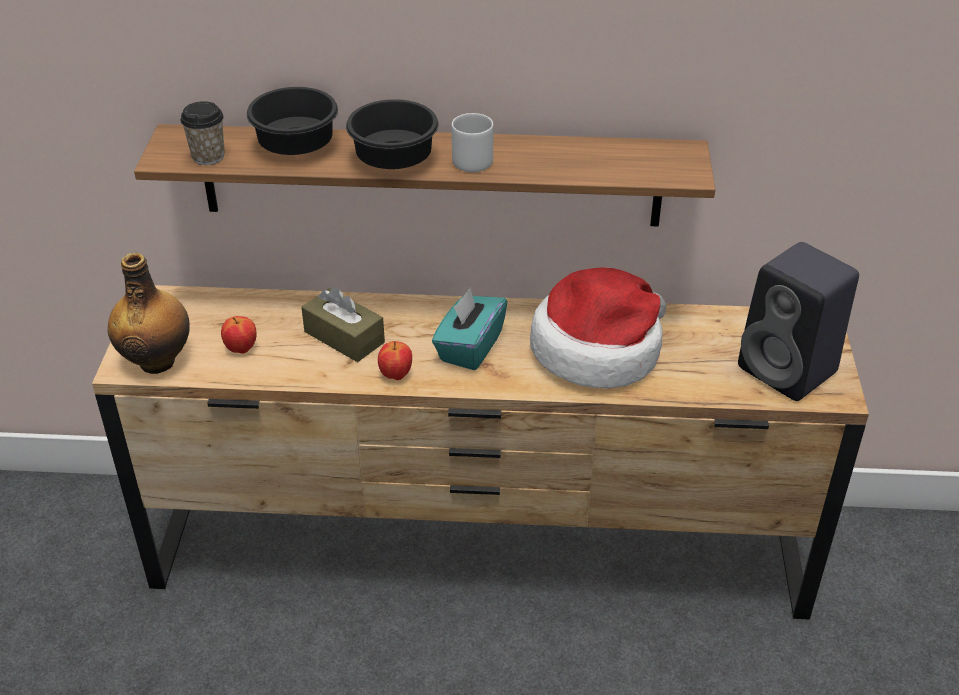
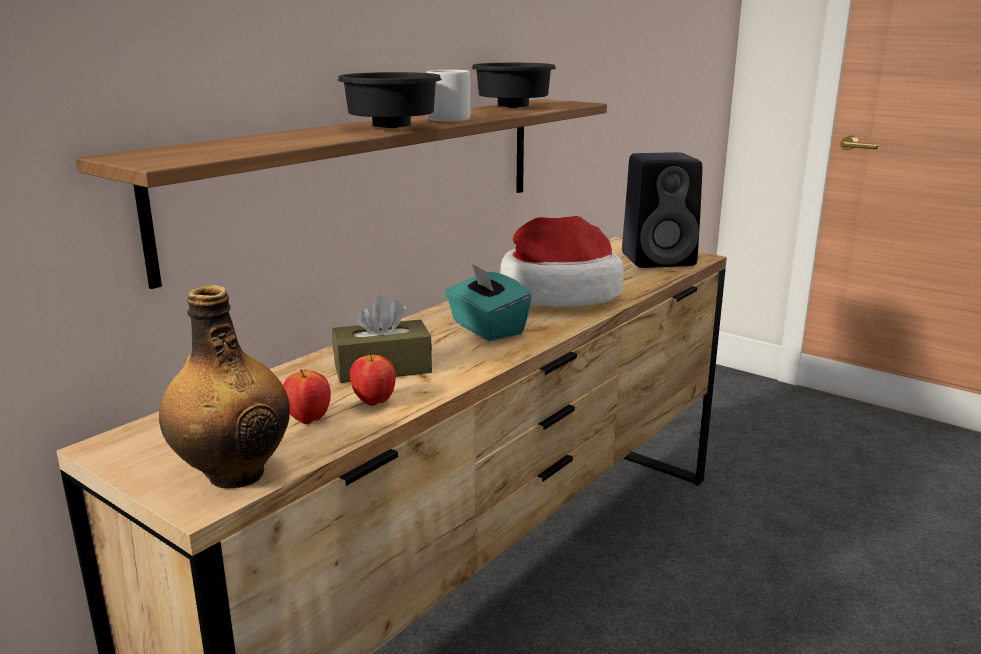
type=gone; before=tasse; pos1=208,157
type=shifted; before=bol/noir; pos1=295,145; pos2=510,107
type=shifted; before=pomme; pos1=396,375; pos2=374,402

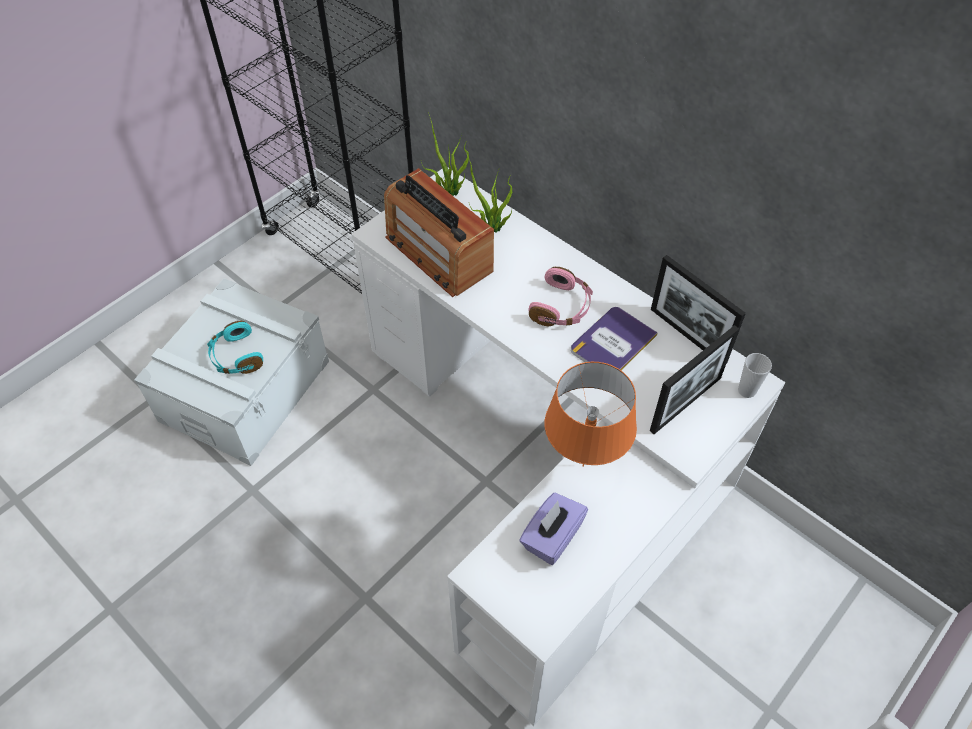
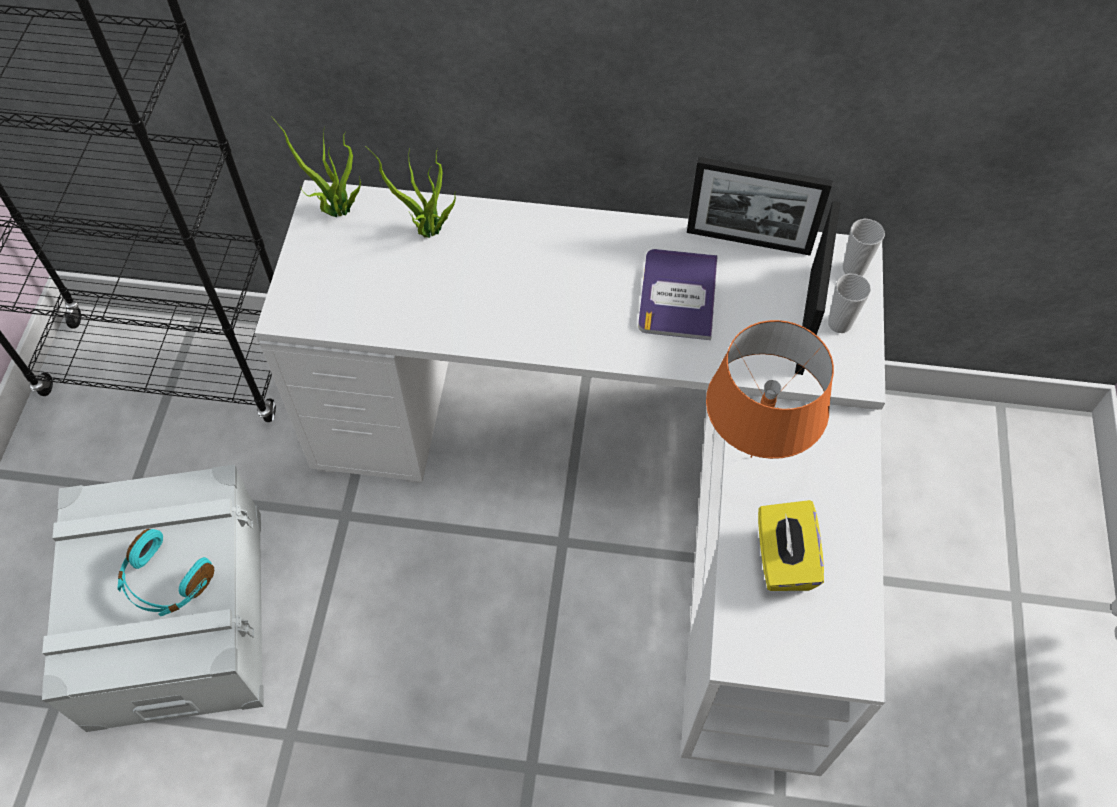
type=gone; before=radio; pos1=438,253
type=gone; before=casque audio/rose; pos1=561,307
type=new; after=tasse; pos2=839,323
type=repainted; before=boîte à mouchoirs/violet; after=boîte à mouchoirs/jaune; pos1=551,537; pos2=783,559

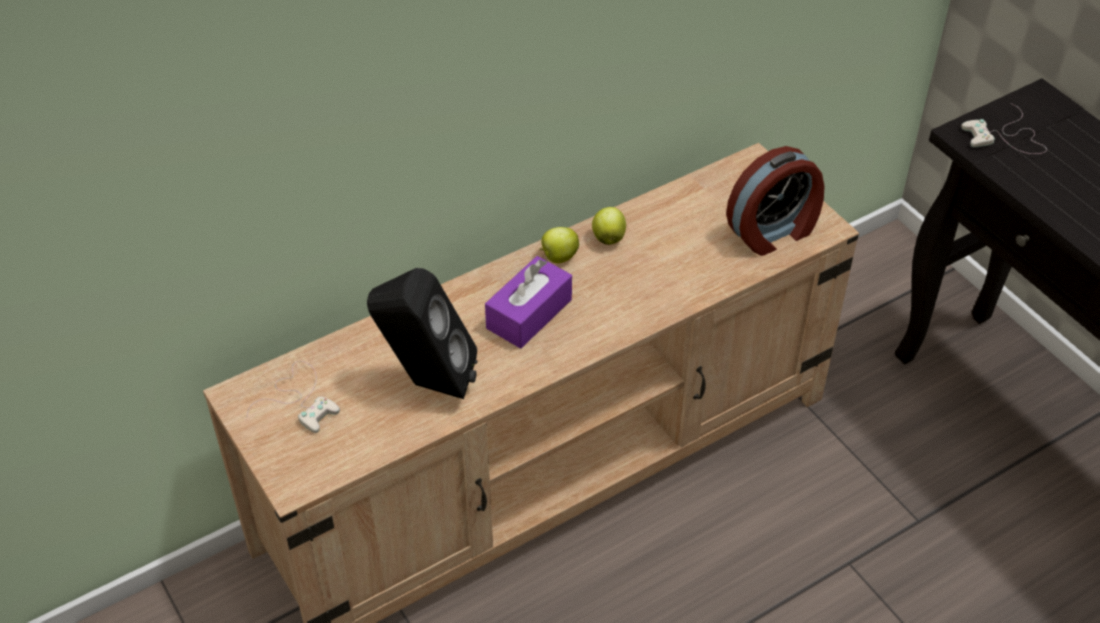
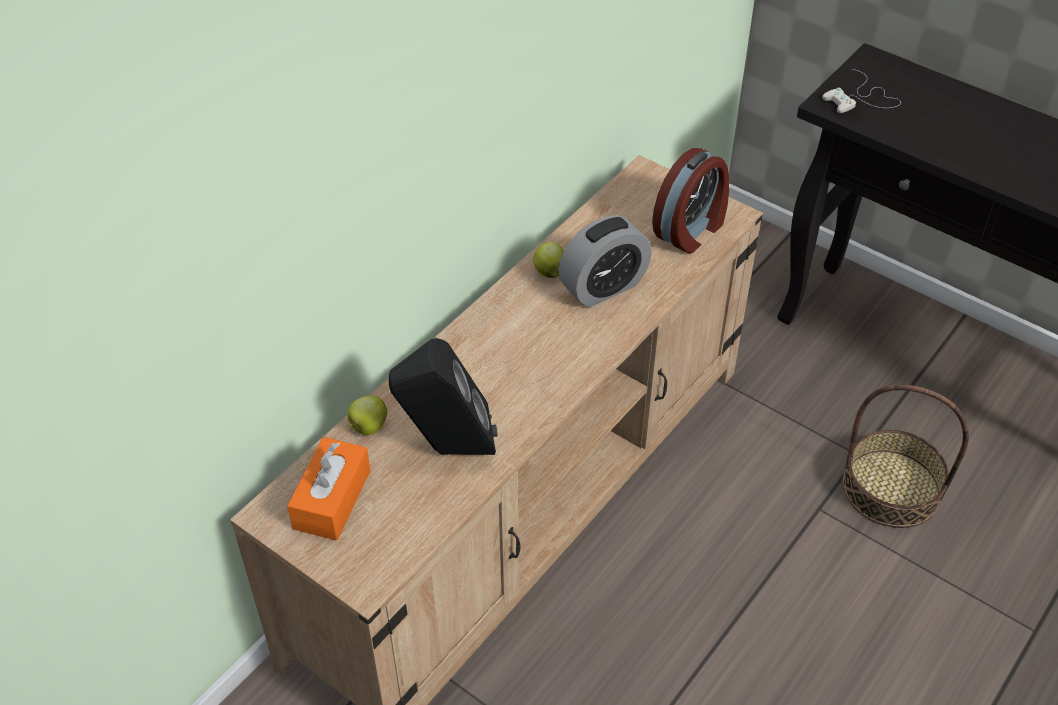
type=gone; before=boîte à mouchoirs/violet; pos1=529,314
type=new; after=réveil; pos2=603,287
type=new; after=panier; pos2=891,488
type=shifted; before=pomme; pos1=558,257; pos2=367,427
type=swapped; before=manette/blanc; after=boîte à mouchoirs/orange; pos1=300,398; pos2=332,499

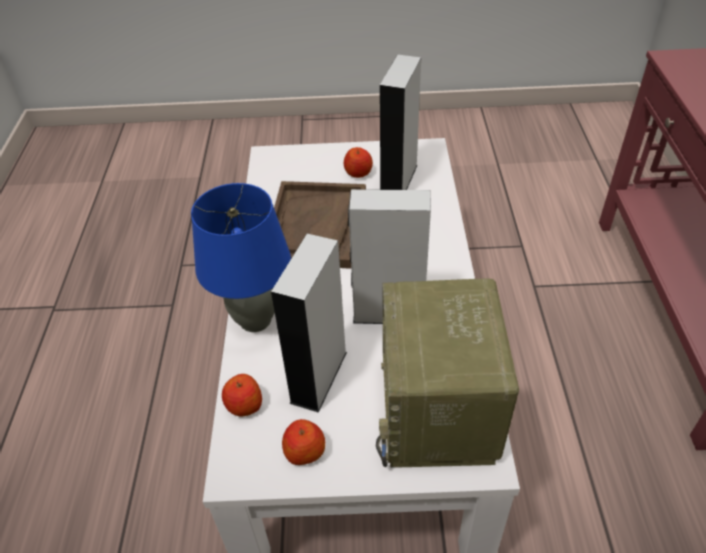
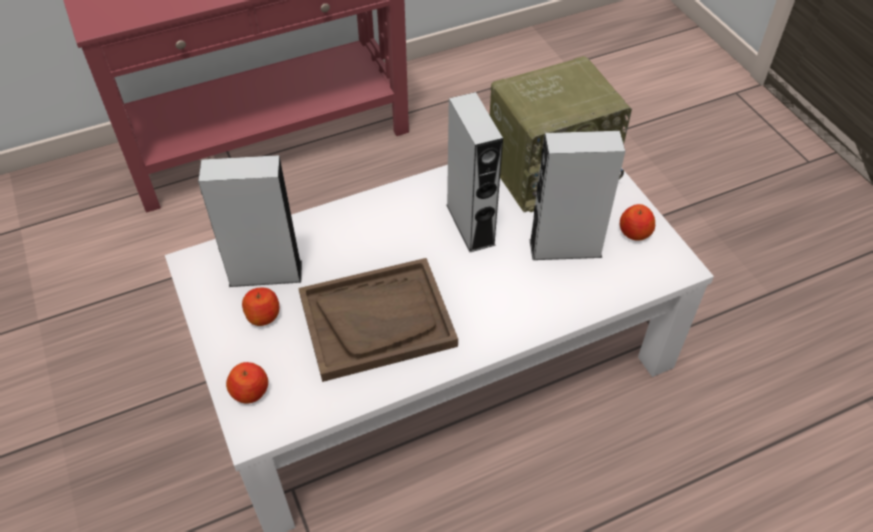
type=gone; before=lampe de table/bleu; pos1=256,320
type=shifted; before=pomme; pos1=244,405; pos2=250,391

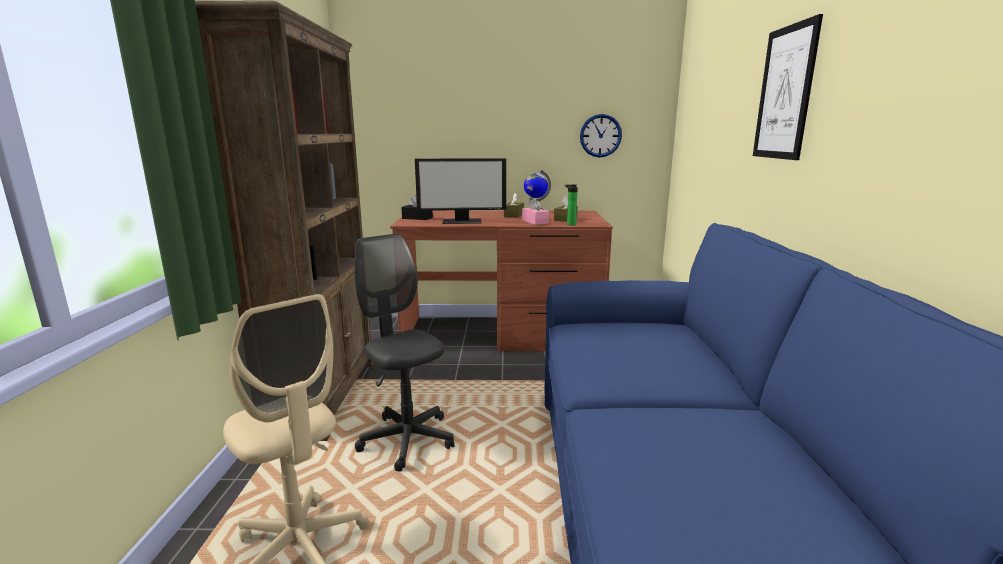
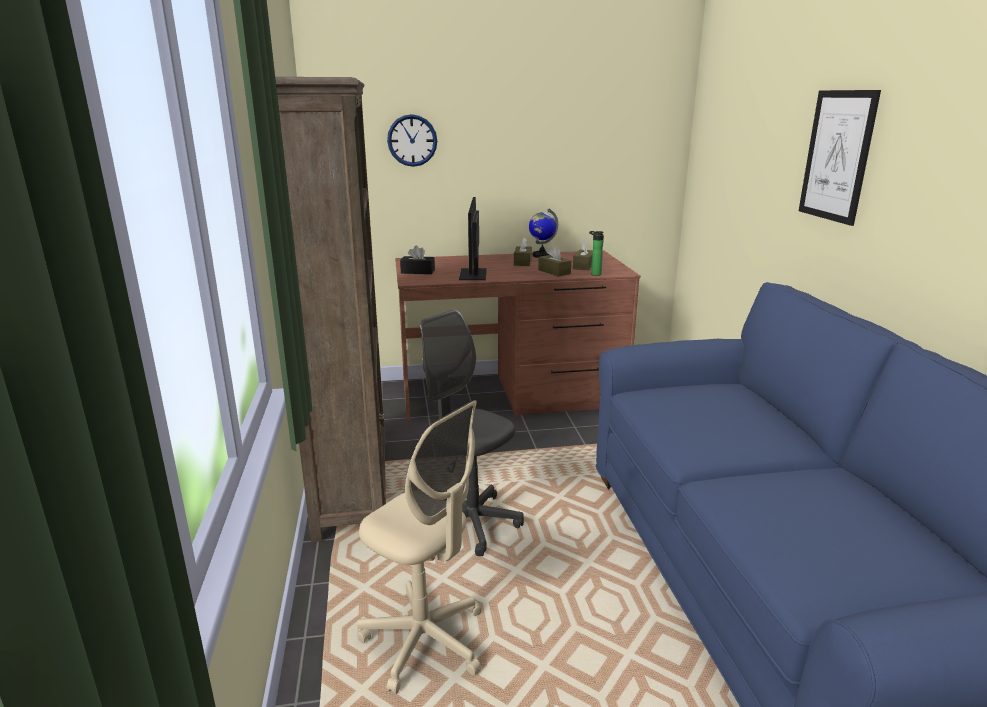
type=shifted; before=horloge murale; pos1=600,135; pos2=412,140
type=repainted; before=boîte à mouchoirs/rose; after=boîte à mouchoirs/marron; pos1=535,222; pos2=554,272
type=rotated; before=écran d'ordinateur; pos1=462,221; pos2=474,274; turn=105

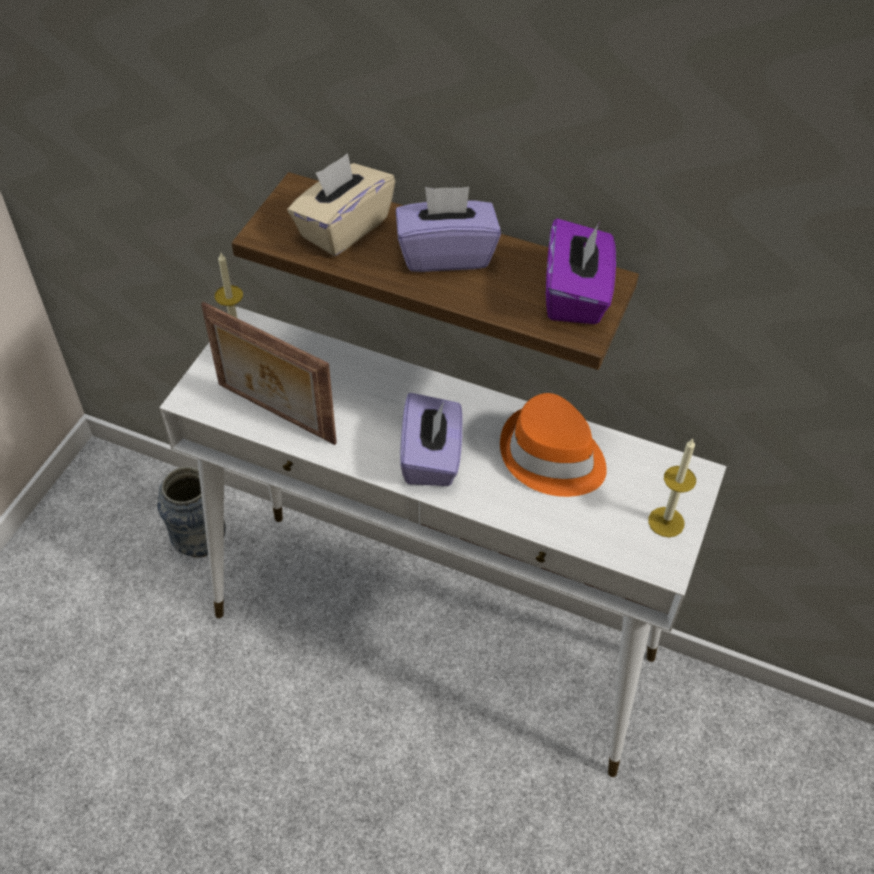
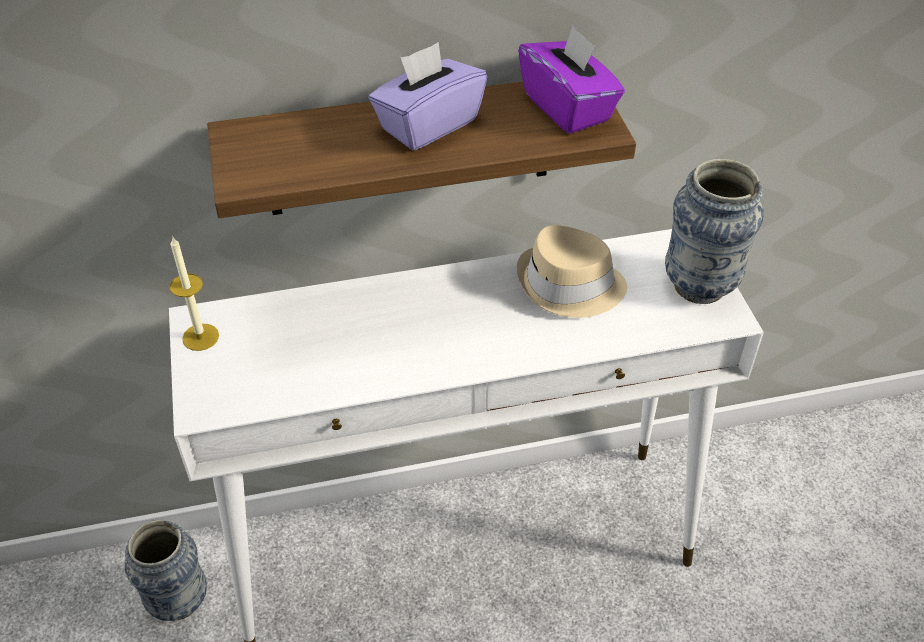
type=gone; before=cadre photo; pos1=274,415
type=gone; before=boîte à mouchoirs/beige; pos1=343,228
type=gone; before=boîte à mouchoirs/violet; pos1=431,458
type=swapped; before=bougie; after=vase; pos1=666,522; pos2=699,287
type=repainted; before=chapeau/orange; after=chapeau/beige; pos1=551,457; pos2=570,286

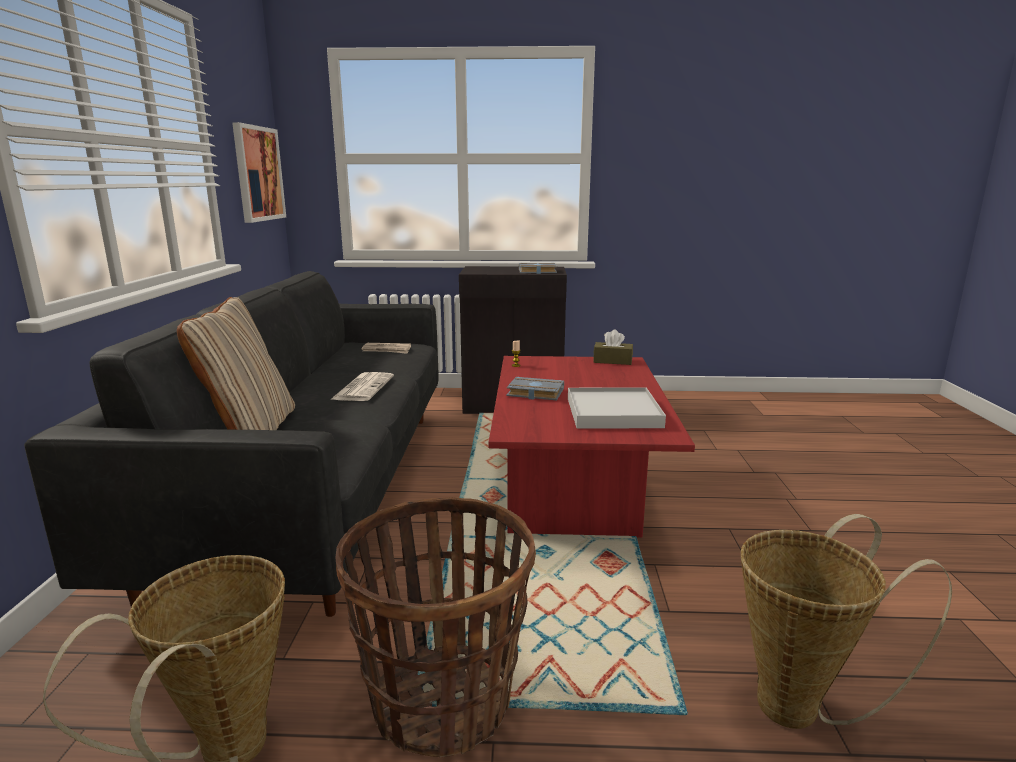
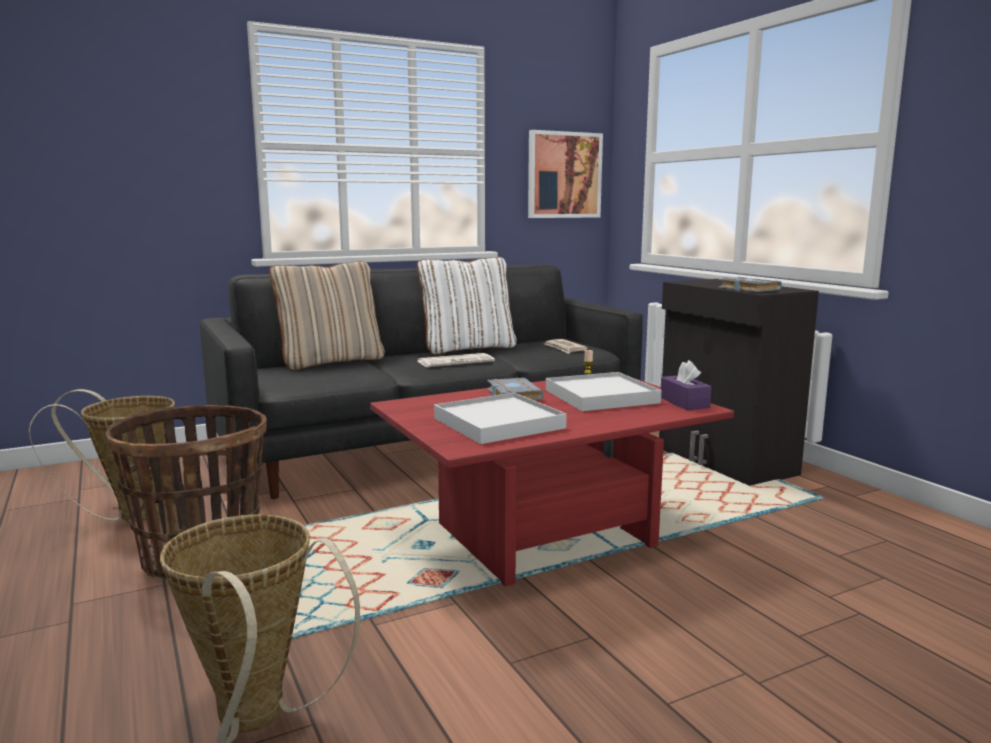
type=new; after=coussin/blanc; pos2=468,348
type=new; after=plateau/blanc; pos2=600,396
type=repainted; before=boîte à mouchoirs/marron; after=boîte à mouchoirs/violet; pos1=612,361; pos2=684,402

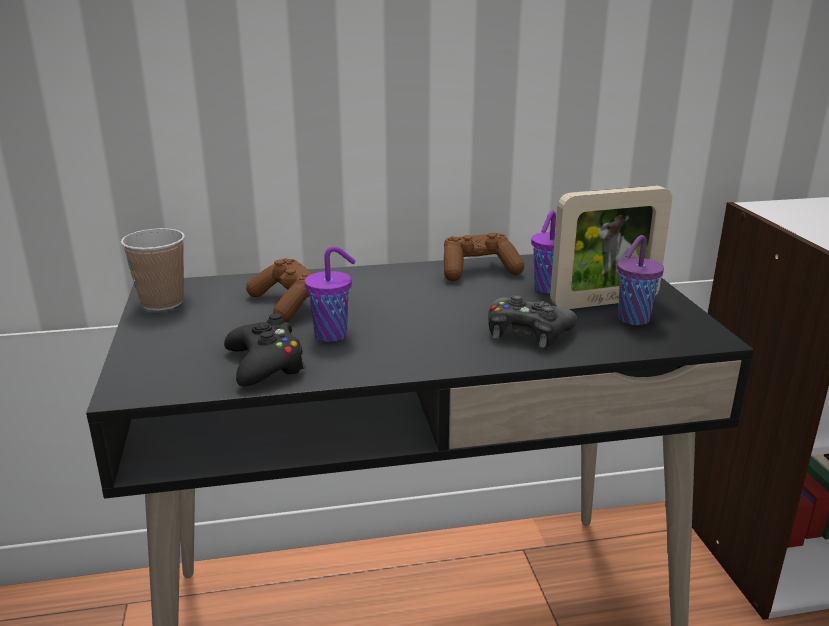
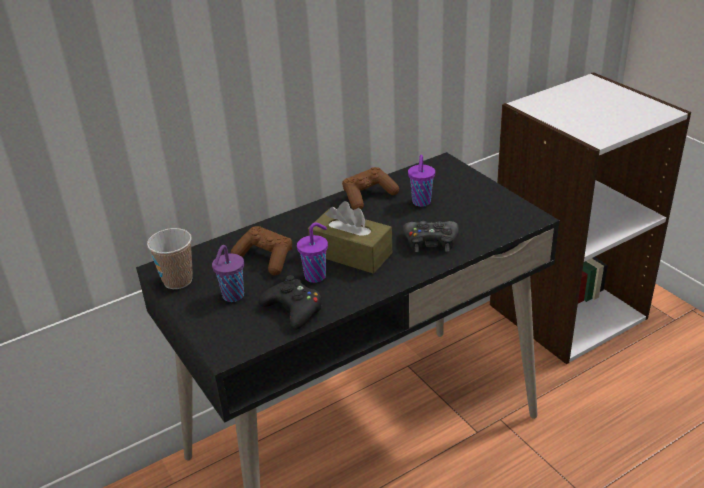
type=gone; before=cadre photo; pos1=604,302
type=new; after=boîte à mouchoirs/marron; pos2=351,253
type=shifted; before=tasse/violet; pos1=632,320; pos2=232,296

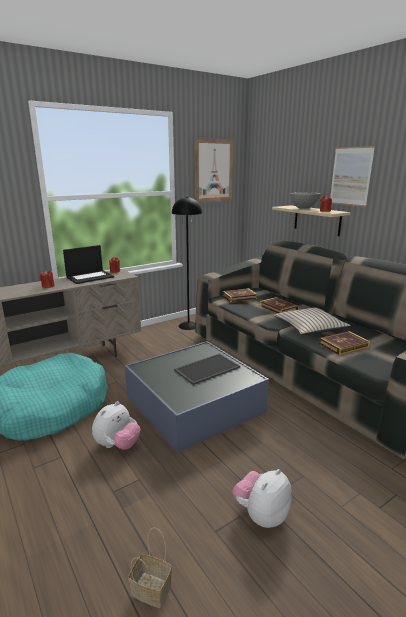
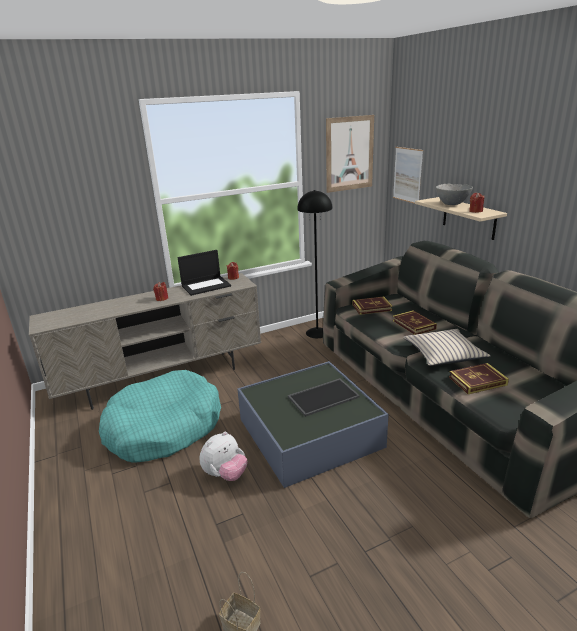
type=gone; before=peluche; pos1=261,515
type=shifted; before=tableau; pos1=351,176; pos2=407,175

